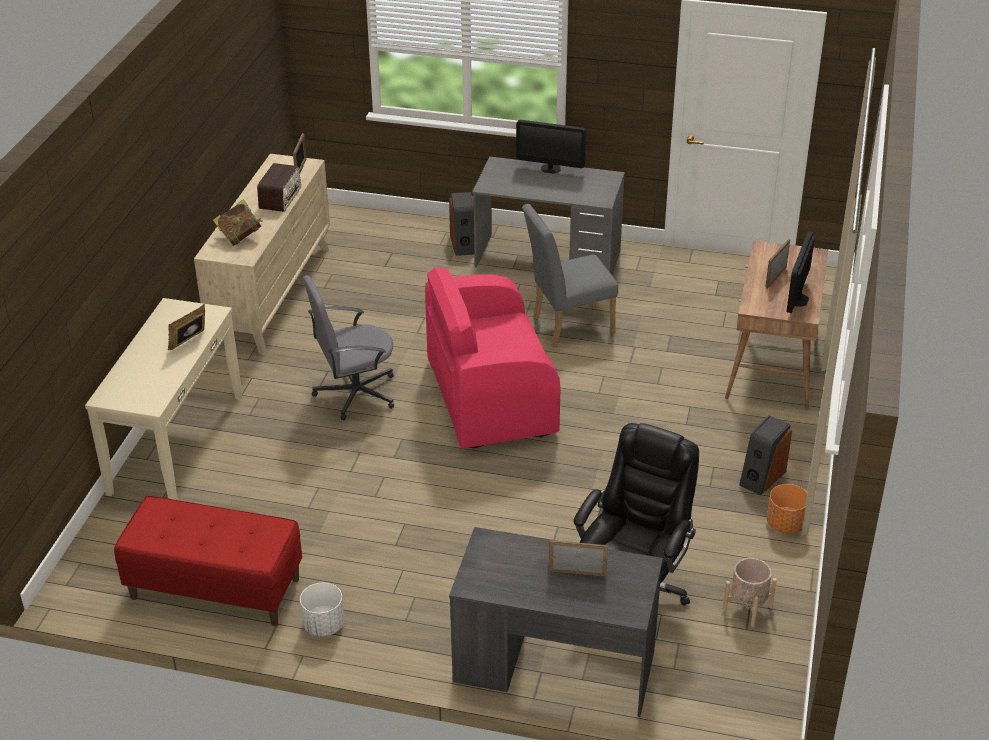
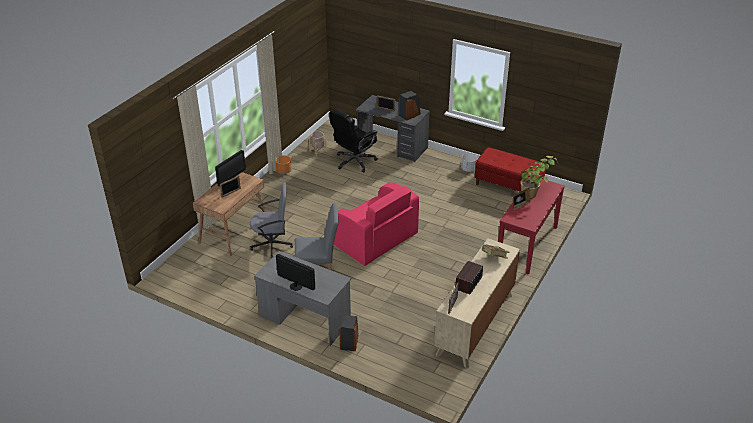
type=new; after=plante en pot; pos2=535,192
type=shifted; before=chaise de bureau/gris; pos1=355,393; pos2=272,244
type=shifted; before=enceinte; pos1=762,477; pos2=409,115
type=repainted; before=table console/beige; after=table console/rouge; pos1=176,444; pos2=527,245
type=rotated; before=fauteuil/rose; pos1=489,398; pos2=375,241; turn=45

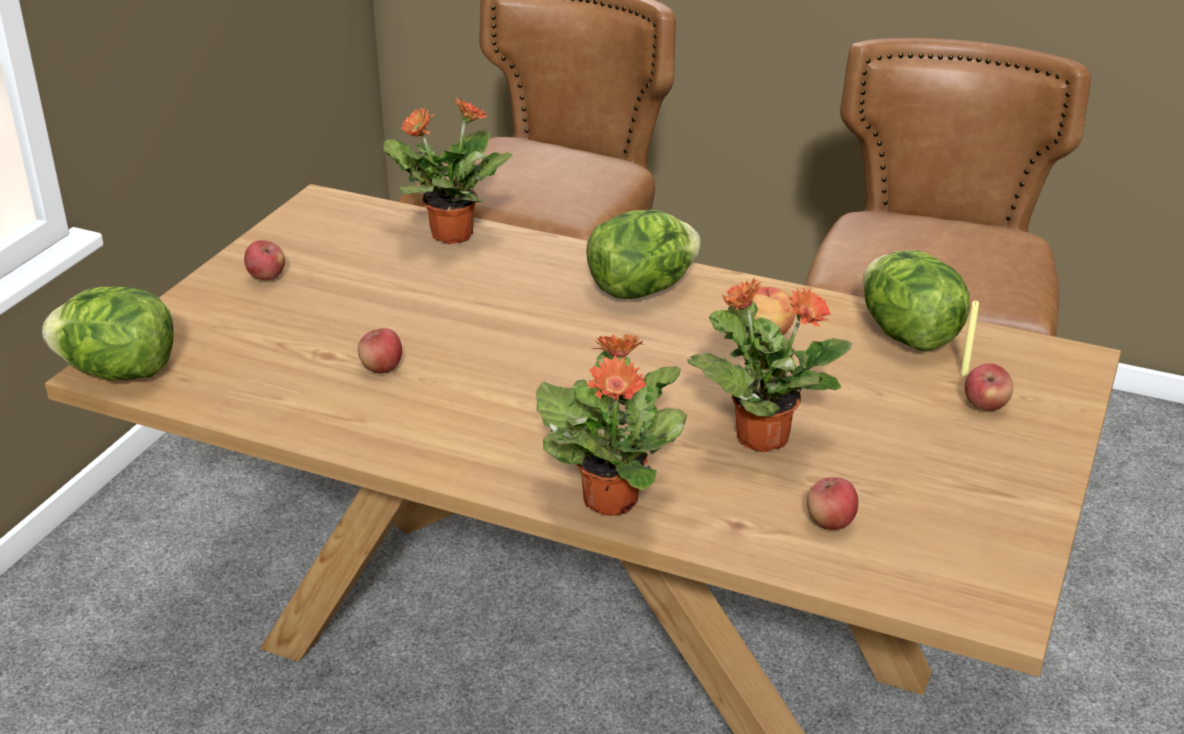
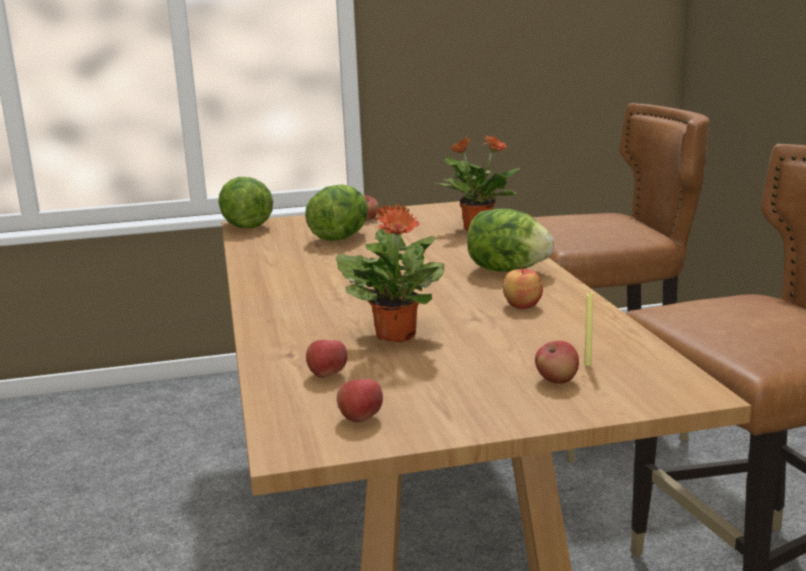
type=gone; before=plante en pot; pos1=611,498
type=shifted; before=pomme; pos1=382,368; pos2=361,418
type=shifted; before=laitue; pos1=907,335; pos2=340,238

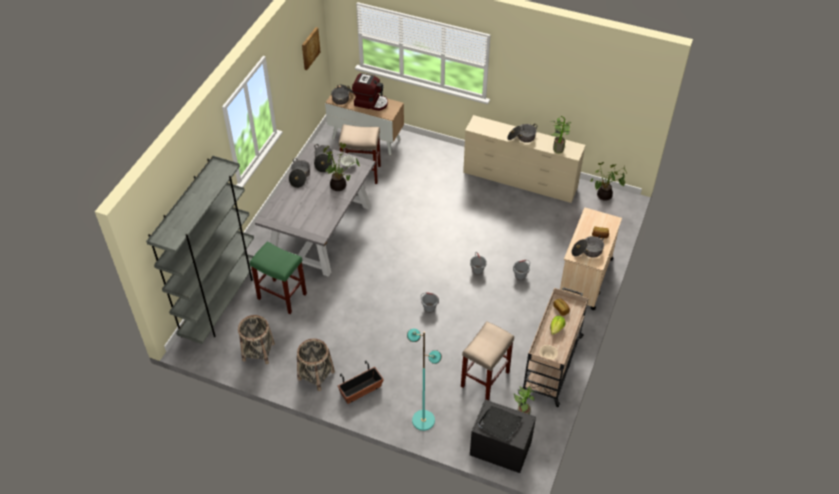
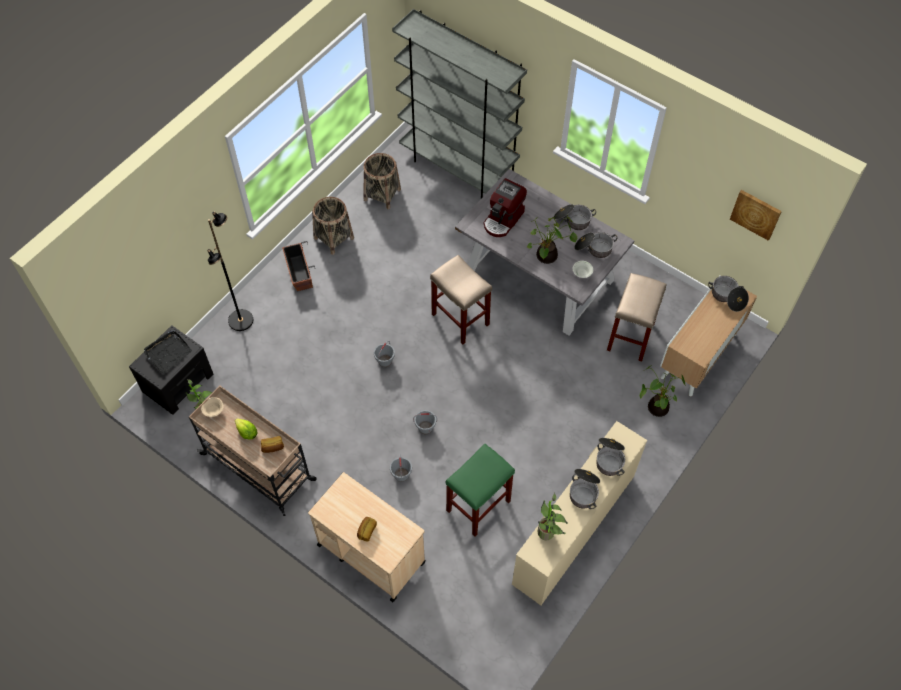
type=shifted; before=tabouret/vert; pos1=281,296; pos2=478,505
type=shifted; before=machine à café; pos1=371,102; pos2=503,220
type=shifted; before=tabouret/beige; pos1=485,380; pos2=459,319
type=shifted; before=marmite; pos1=587,251; pos2=609,459
type=shifted; before=plante en pot; pos1=604,196; pos2=656,407
type=repainted; before=lampadaire/turquoise; after=lampadaire/noir; pos1=423,420; pos2=241,320

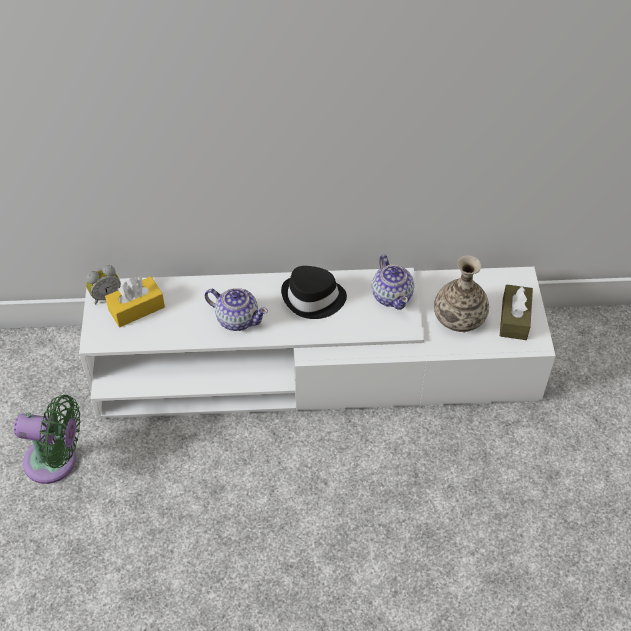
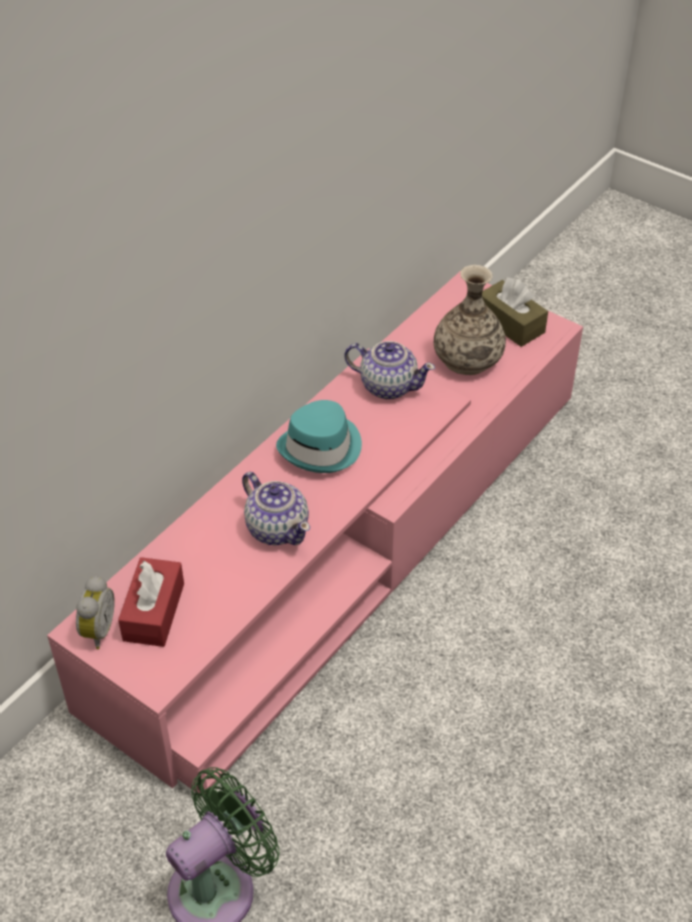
type=repainted; before=meuble télé/blanc; after=meuble télé/rose; pos1=315,366; pos2=345,541
type=repainted; before=boîte à mouchoirs/jaune; after=boîte à mouchoirs/rouge; pos1=136,308; pos2=154,612
type=repainted; before=chapeau/noir; after=chapeau/turquoise; pos1=313,298; pos2=321,447
type=rotated; before=théière; pos1=237,319; pos2=277,528; turn=75

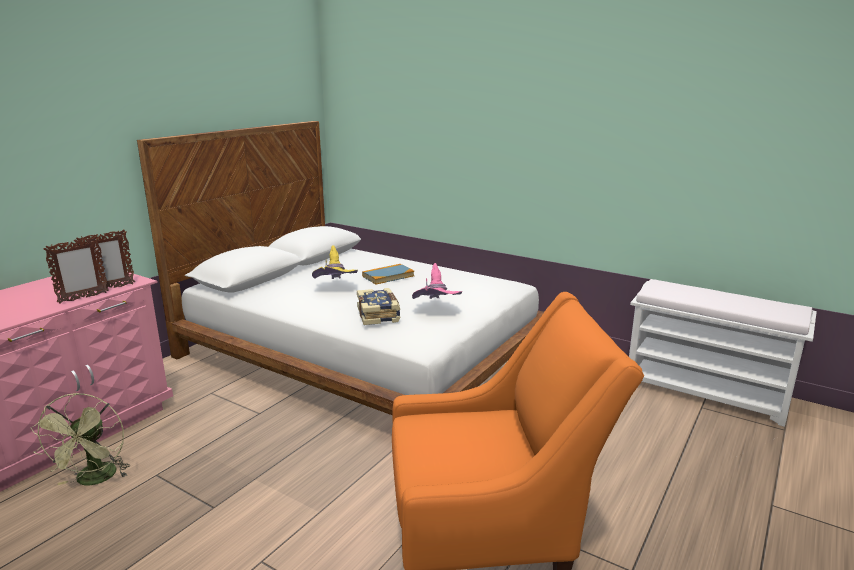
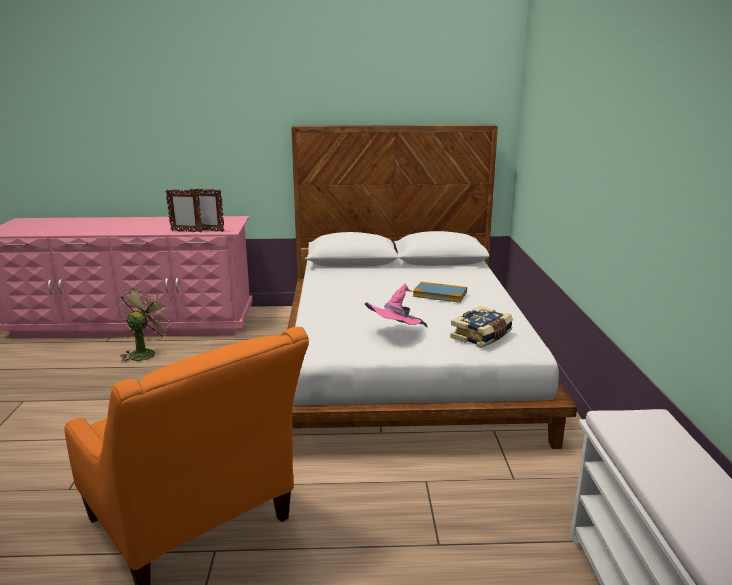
type=gone; before=chapeau/jaune; pos1=335,289
type=shifted; before=livre; pos1=379,315; pos2=482,336
type=rotated; before=ventilateur/vert; pos1=94,480; pos2=145,353; turn=150

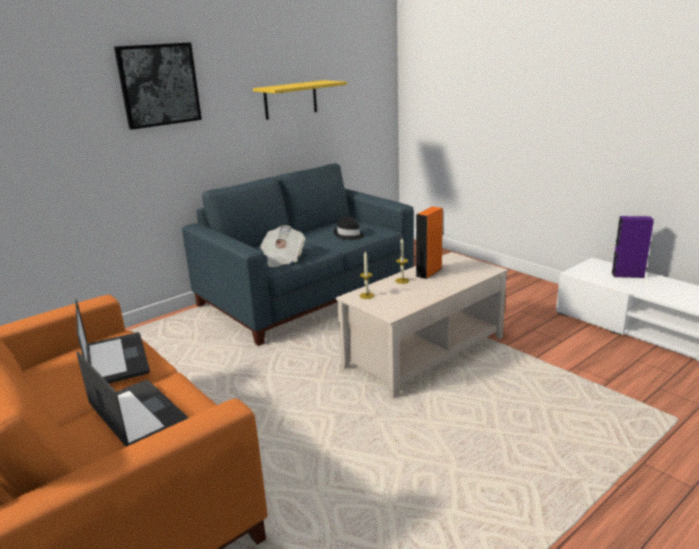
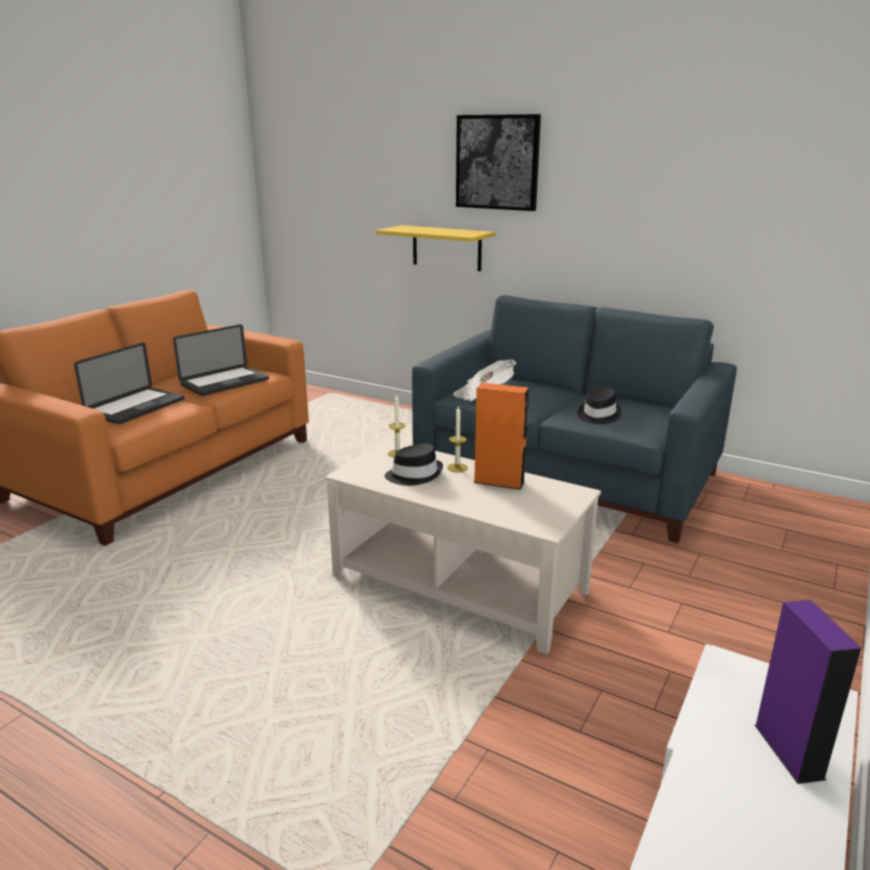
type=new; after=chapeau/noir; pos2=414,475
type=shifted; before=étagère/jaune; pos1=290,100; pos2=446,248

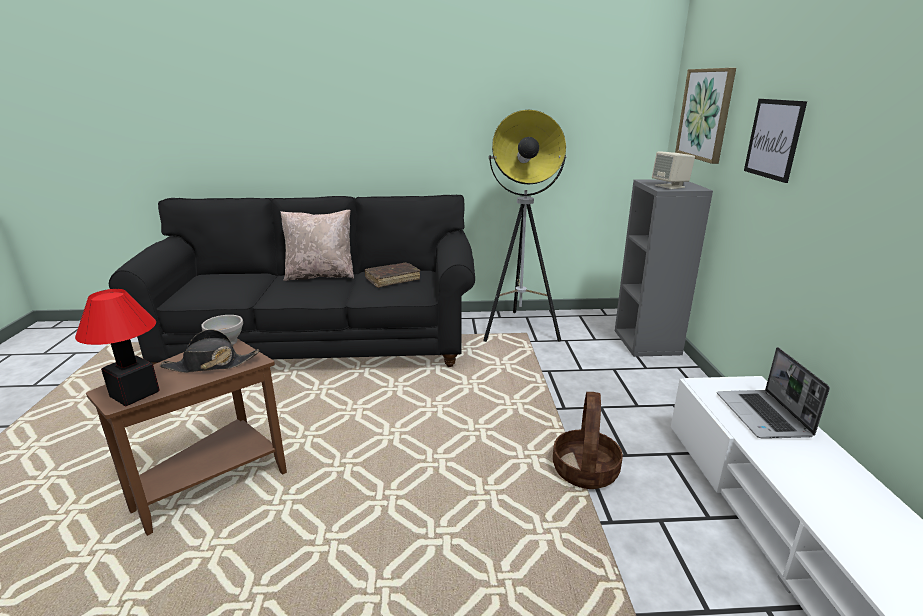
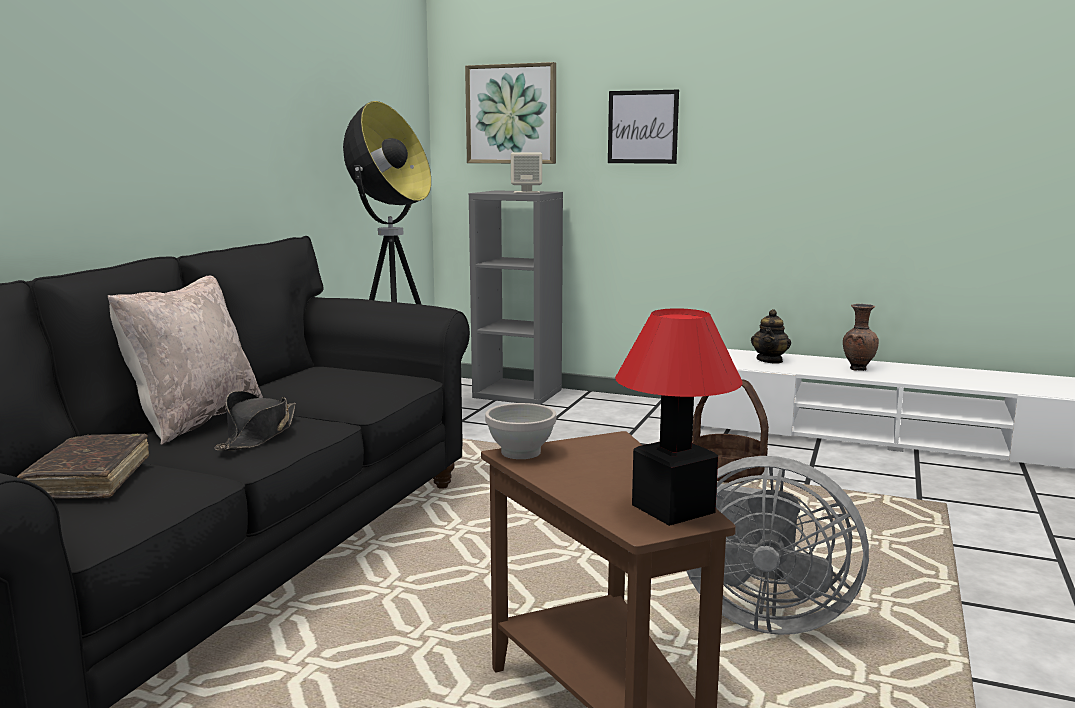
type=new; after=ventilateur/gris; pos2=761,615
type=new; after=vase/marron; pos2=857,369
type=shifted; before=chapeau/noir; pos1=211,365; pos2=258,435
type=shifted; before=livre/marron; pos1=392,279; pos2=89,479
type=swapped; before=ordinateur portable; after=théière; pos1=764,416; pos2=770,360

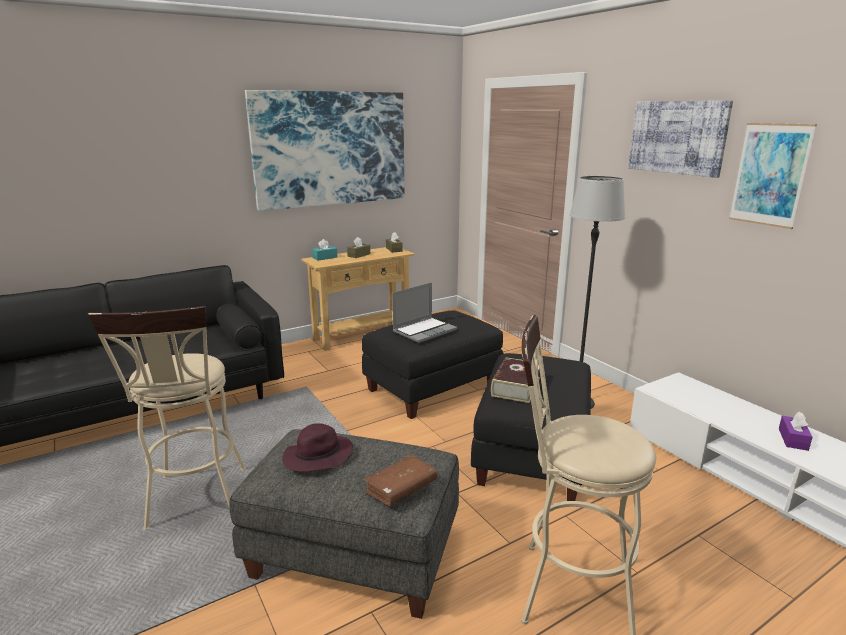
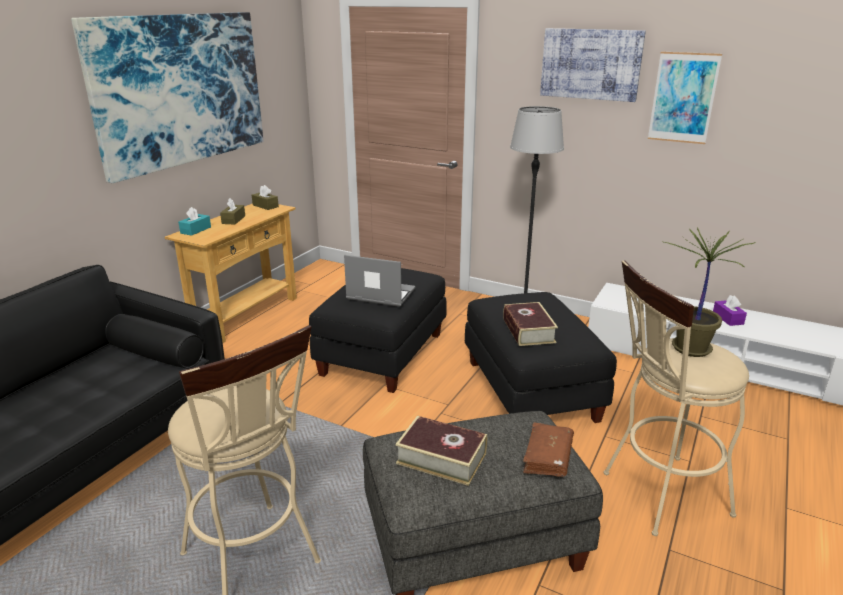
type=new; after=plante en pot; pos2=691,349
type=swapped; before=chapeau/violet; after=livre; pos1=317,458; pos2=441,458
type=rotated; before=ordinateur portable; pos1=424,331; pos2=379,295; turn=-90

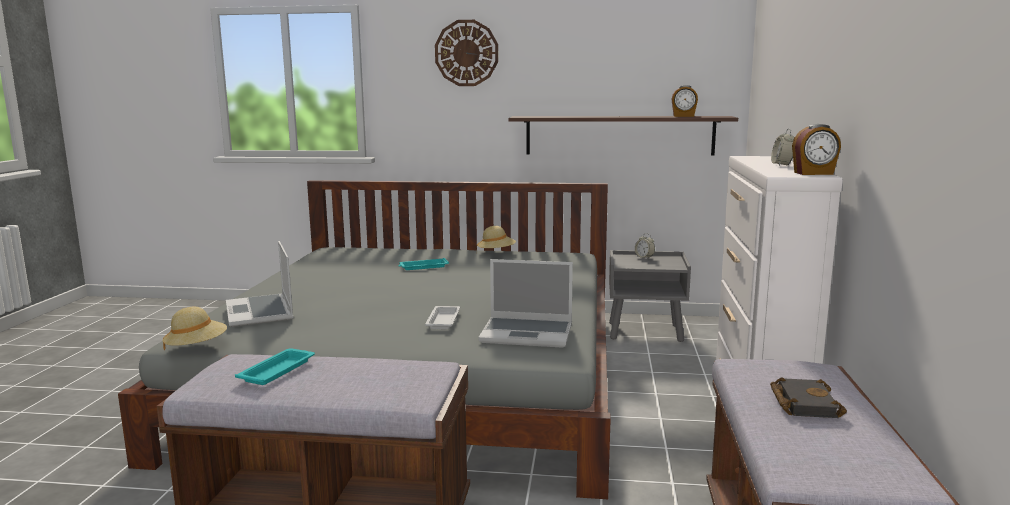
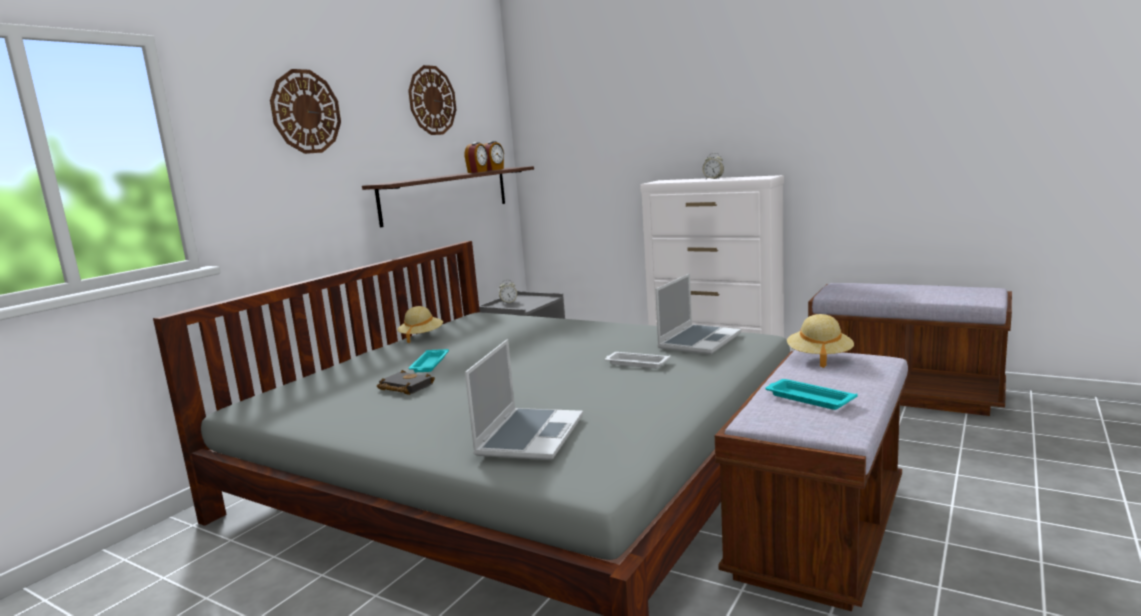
type=new; after=horloge murale; pos2=432,100
type=shifted; before=chapeau/beige; pos1=197,348; pos2=819,357
type=shifted; before=livre/noir; pos1=802,403; pos2=404,387
type=shifted; before=réveil; pos1=814,173; pos2=478,172
type=rotated; before=ordinateur portable; pos1=260,312; pos2=529,435; turn=-75

